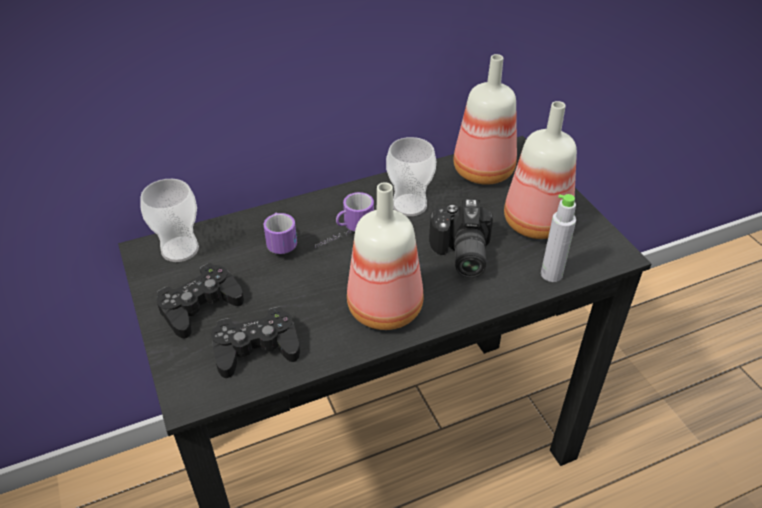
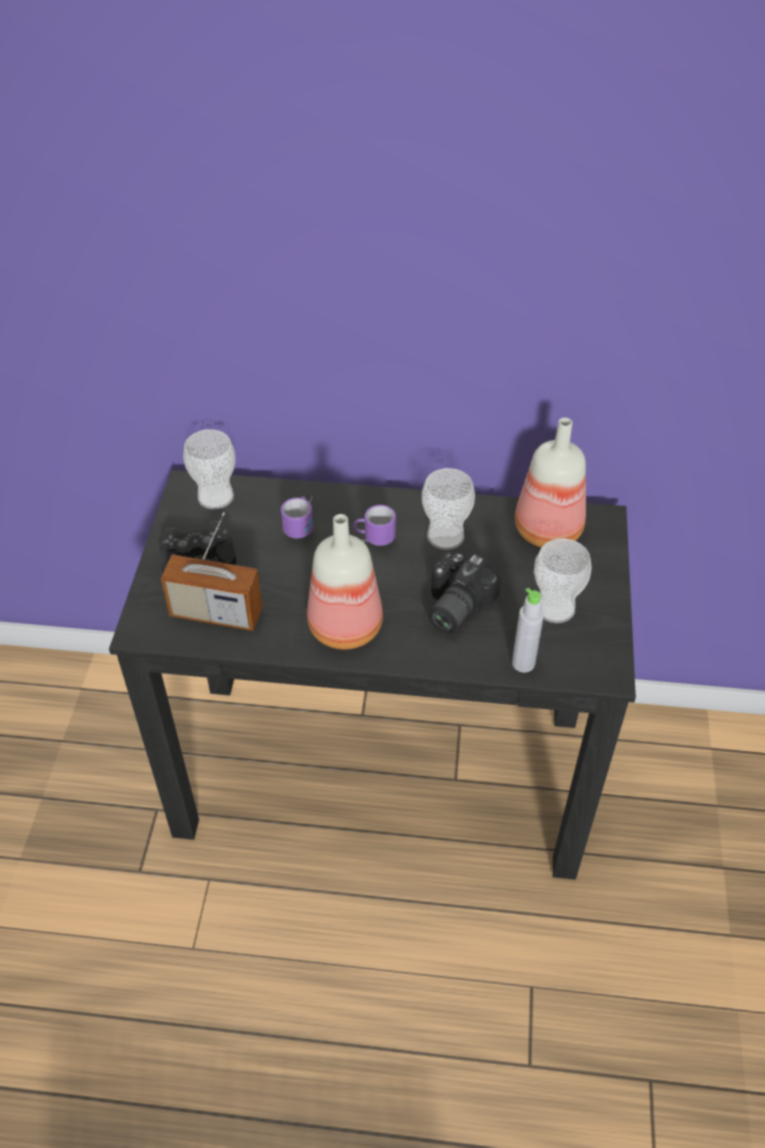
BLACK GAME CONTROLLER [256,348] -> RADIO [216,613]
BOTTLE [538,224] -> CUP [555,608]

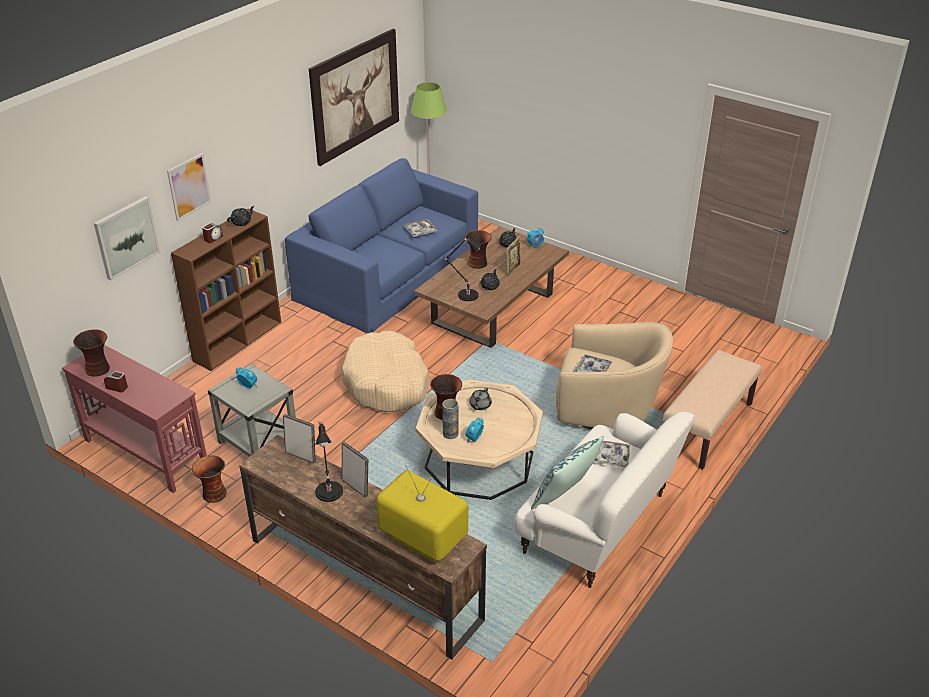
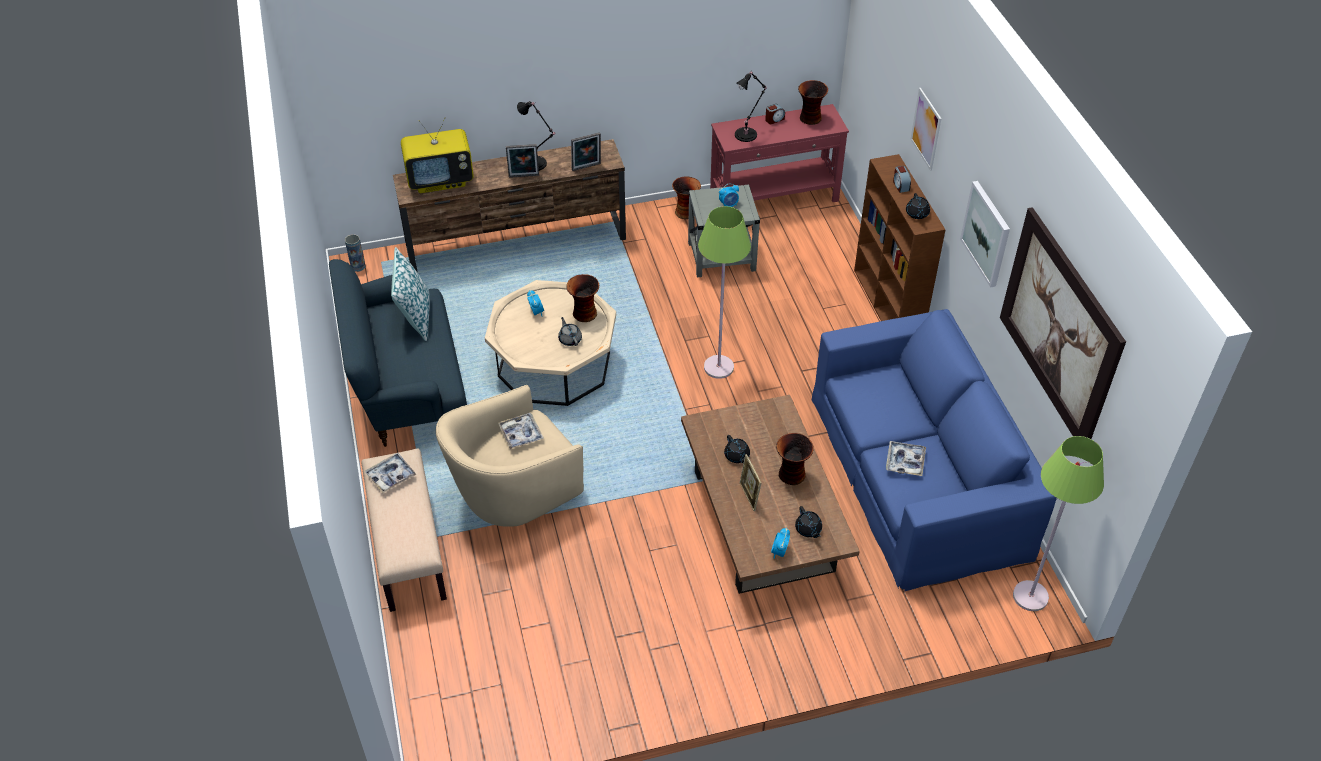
PICTURE [126,237] -> PICTURE [986,233], shifted
VASE [450,434] -> VASE [358,266], shifted
BLACK TABLE LAMP [466,295] -> BLACK TABLE LAMP [747,134], shifted
TRAY [610,457] -> TRAY [391,476], shifted
BEIGE DOG BED [387,383] -> GREEN FLOOR LAMP [719,367]
WHITE SOFA [598,525] -> BLUE SOFA [408,386]

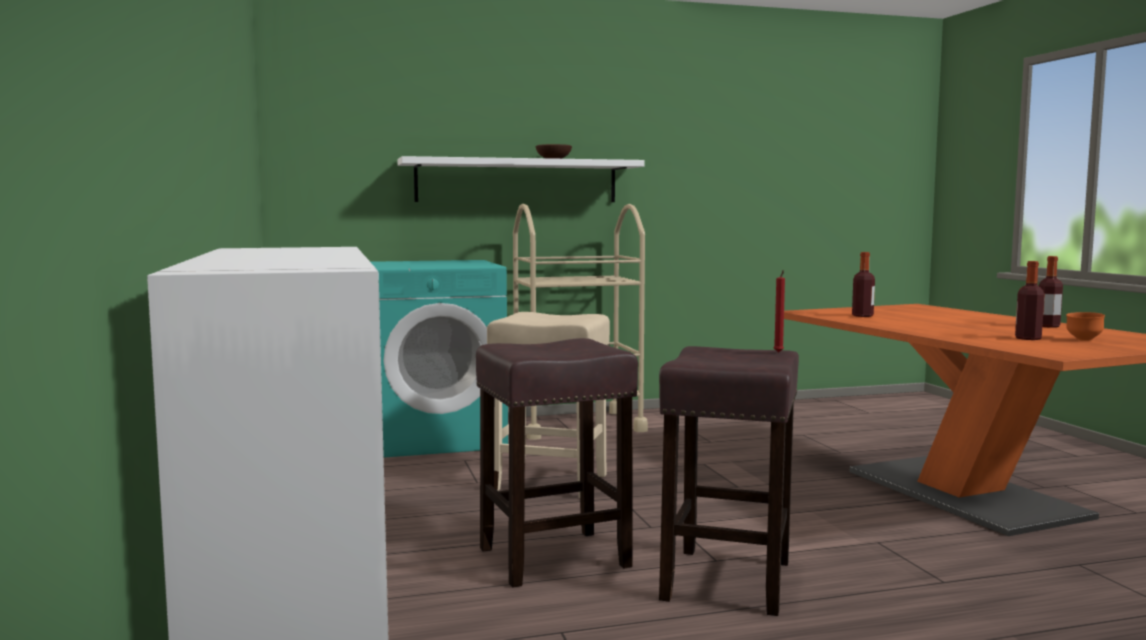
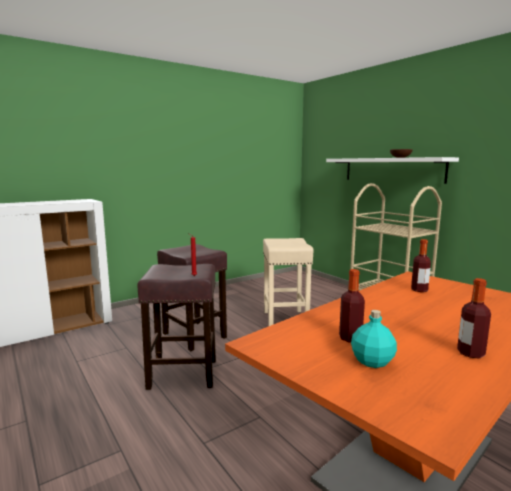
TURQUOISE WASHING MACHINE [436,438] -> none
ORANGE BOWL [1083,340] -> TURQUOISE BOTTLE [372,362]

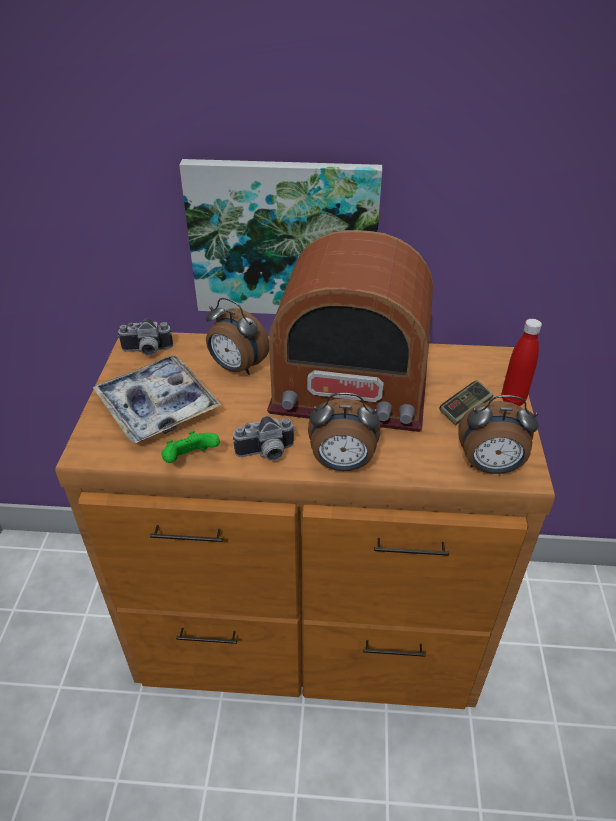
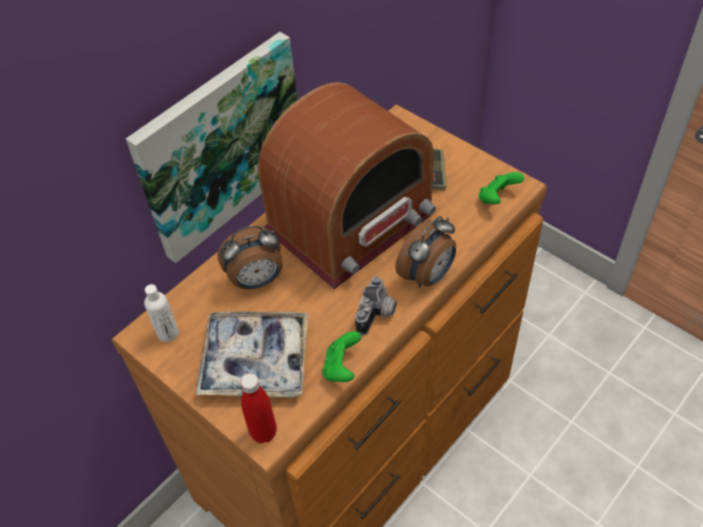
RED BOTTLE [513,400] -> RED BOTTLE [263,432], shifted
PHOTO CAMERA [147,351] -> WHITE BOTTLE [168,333]
ALARM CLOCK [490,466] -> GREEN GAME CONTROLLER [497,198]

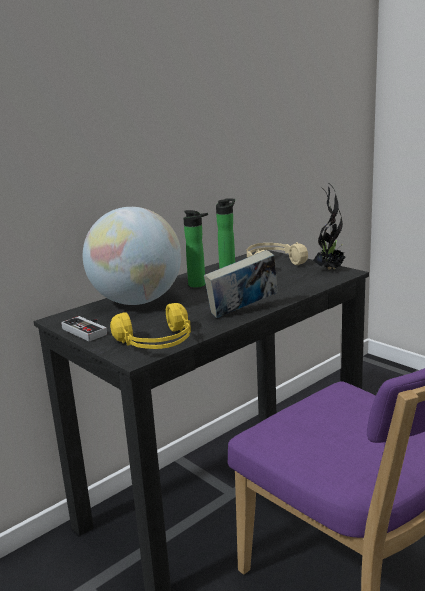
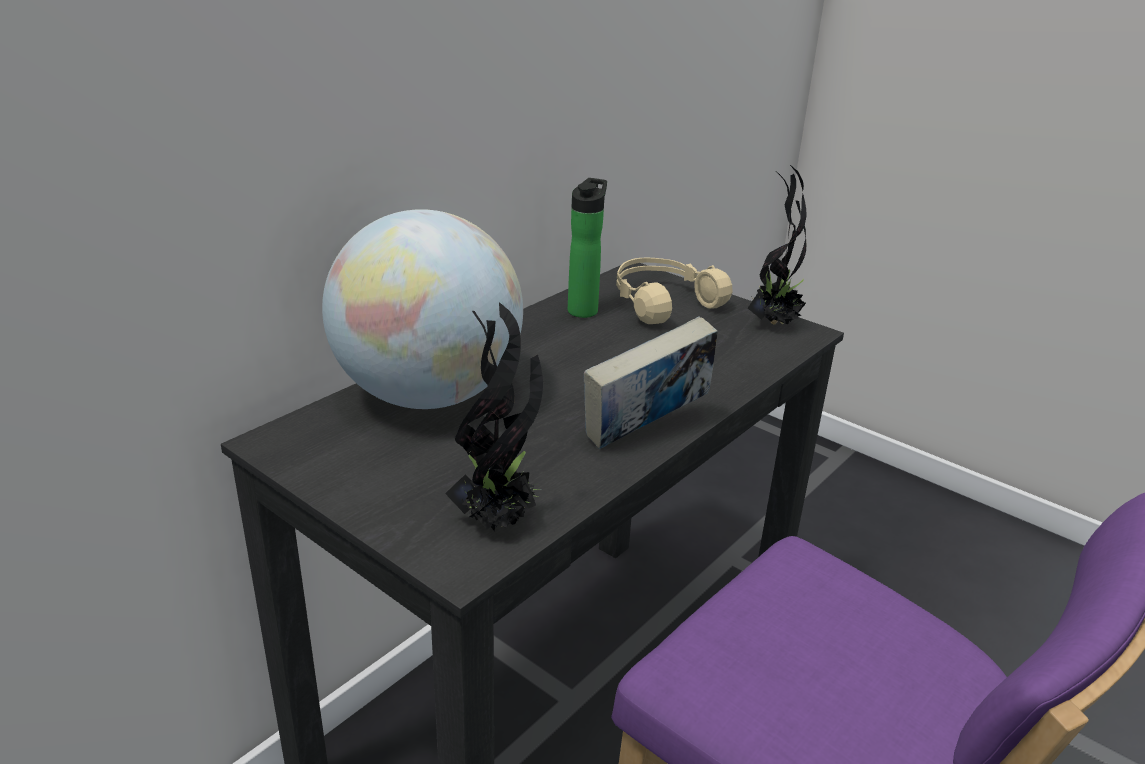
GAME CONTROLLER [88,330] -> none
BOTTLE [199,285] -> none
YELLOW HEADPHONES [157,343] -> POTTED PLANT [499,520]

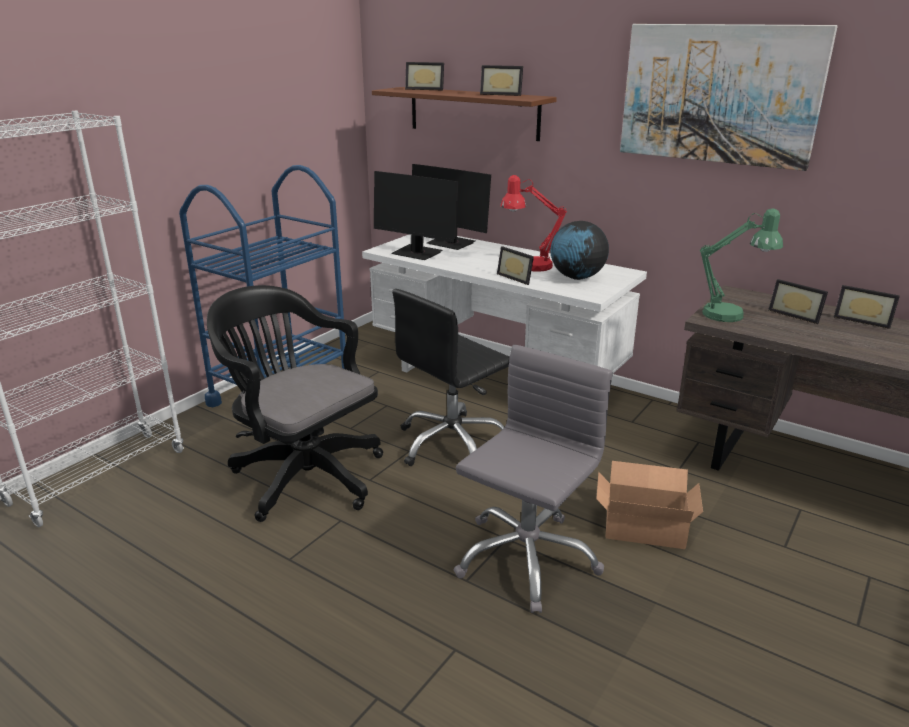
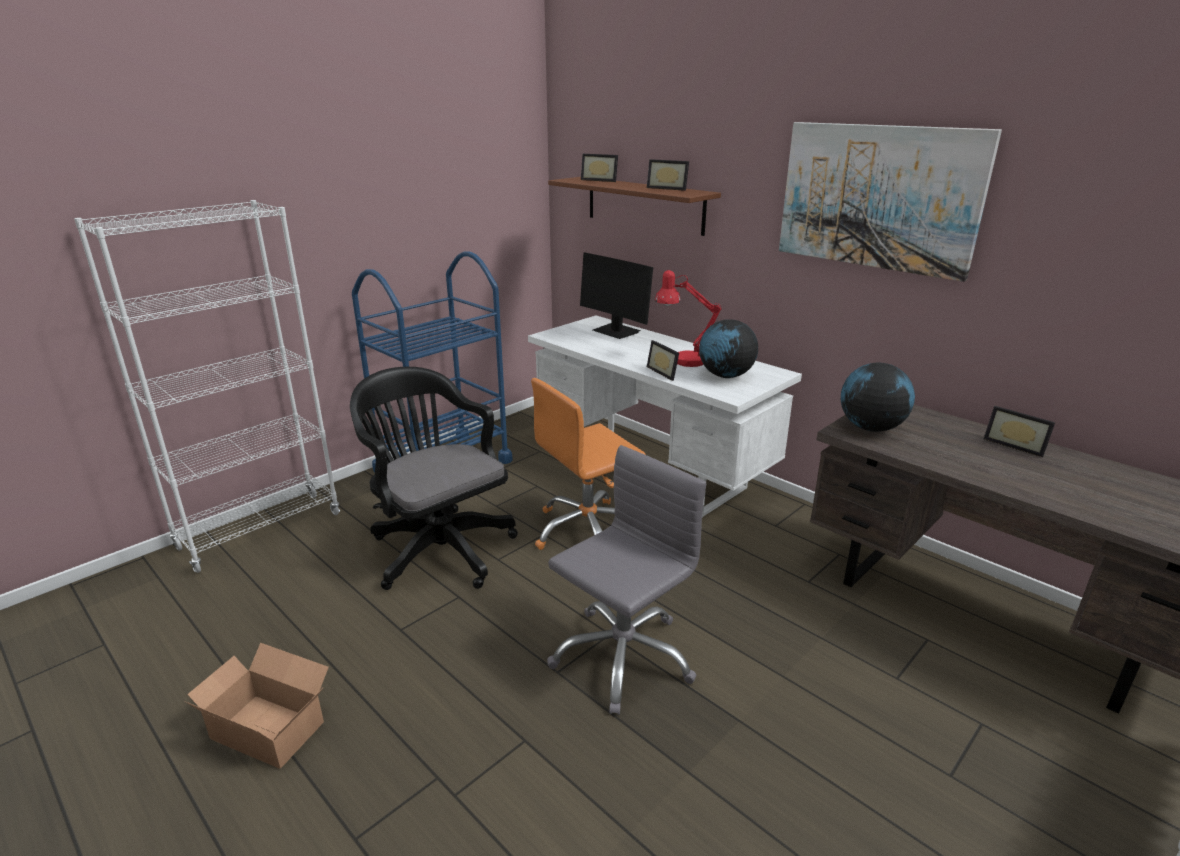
MONITOR [417,253] -> none
PICTURE FRAME [796,315] -> none
CARDBOARD BOX [642,525] -> CARDBOARD BOX [269,726], shifted
GREEN TABLE LAMP [731,315] -> GLOBE [870,428]
BLACK OFFICE CHAIR [452,443] -> ORANGE OFFICE CHAIR [587,531]

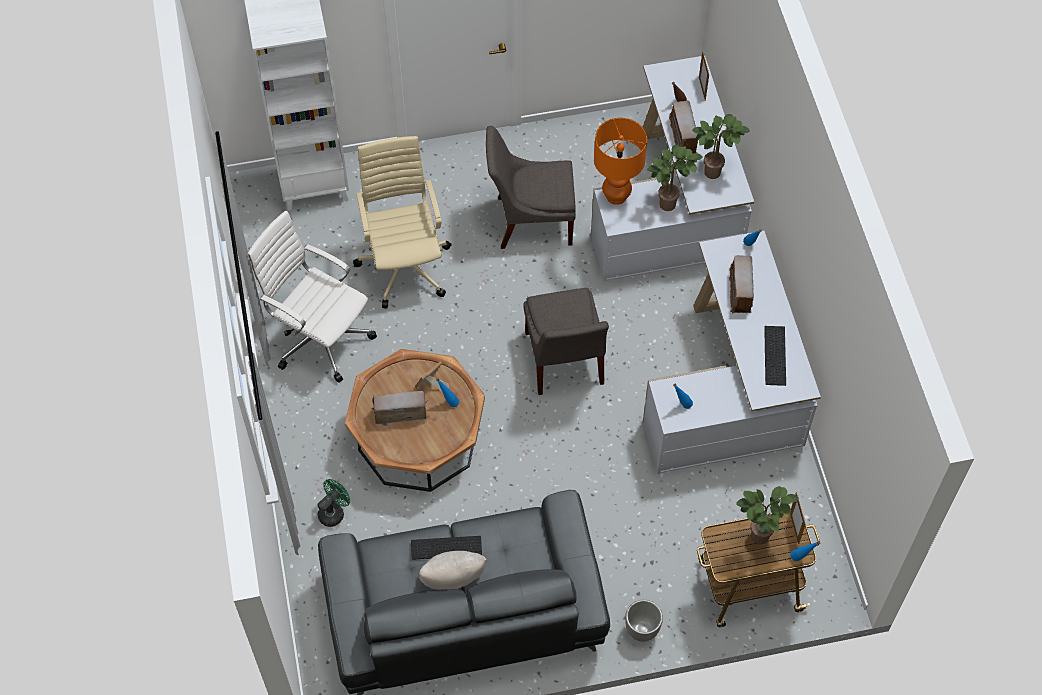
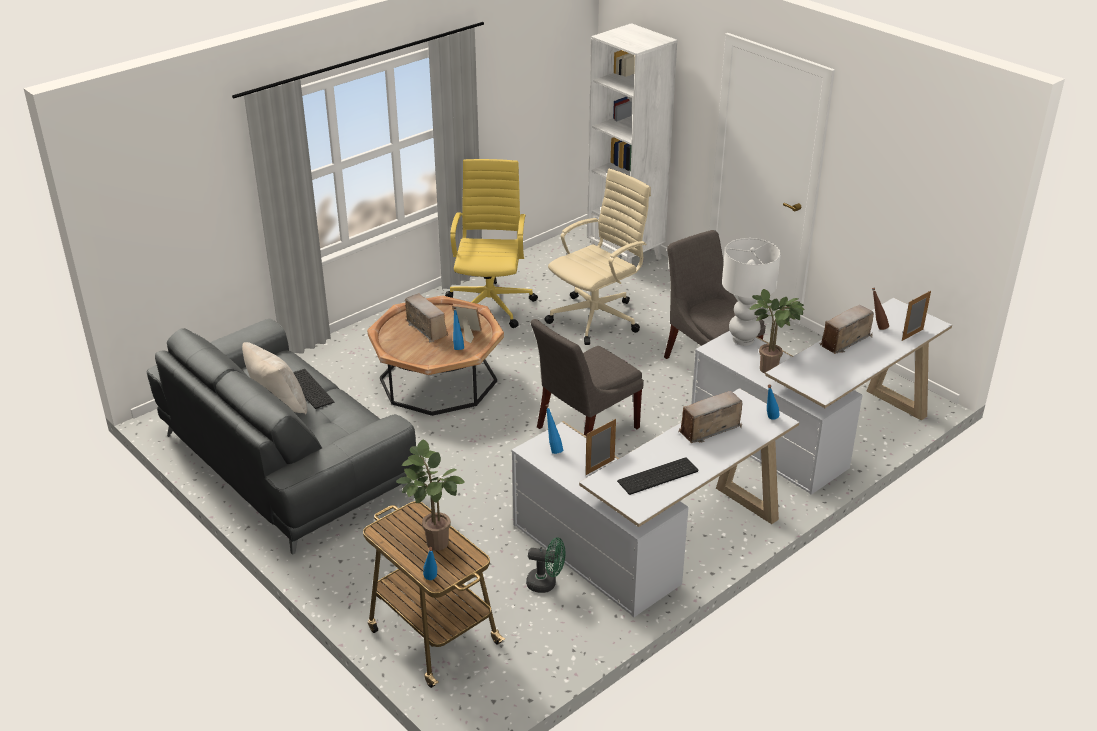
PLANTER [641,630] -> none
POTTED PLANT [714,170] -> none
GREEN FAN [334,512] -> GREEN FAN [546,583], shifted
PICTURE FRAME [794,528] -> PICTURE FRAME [600,467], shifted
WHITE OFFICE CHAIR [319,337] -> YELLOW OFFICE CHAIR [491,304]
ORANGE TABLE LAMP [616,196] -> WHITE TABLE LAMP [743,339]

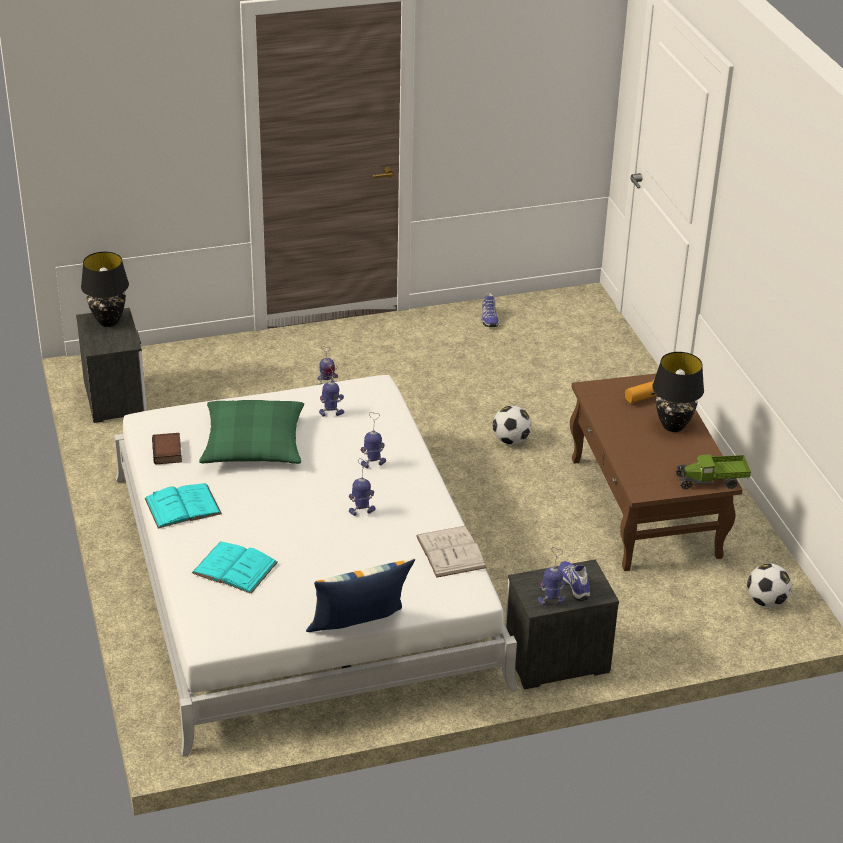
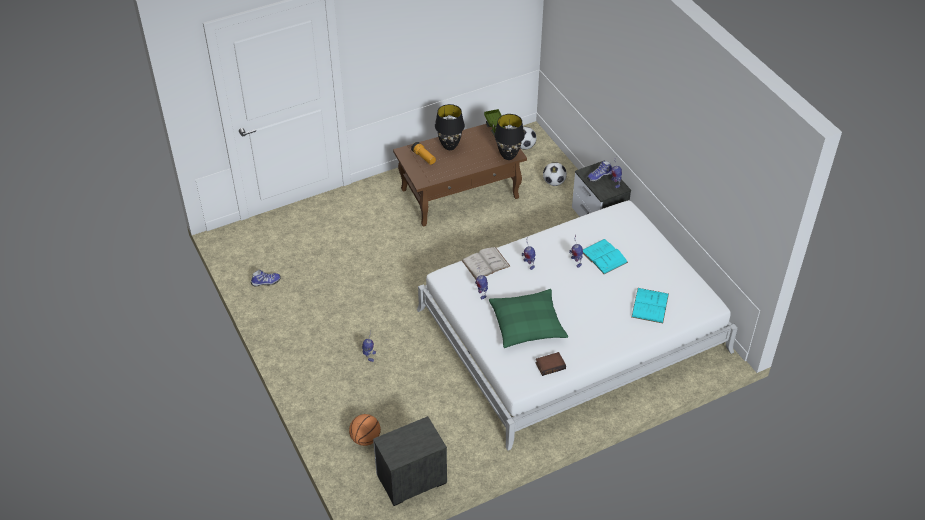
PILLOW [359,630] -> none
none -> BASKETBALL [365,439]
BLACK TABLE LAMP [108,321] -> BLACK TABLE LAMP [508,156], shifted
TURQUOISE BOOK [182,506] -> TURQUOISE BOOK [604,256], shifted
WHITE BOOK [450,551] -> WHITE BOOK [485,263], shifted
FOOTBALL [511,440] -> FOOTBALL [554,182], shifted

